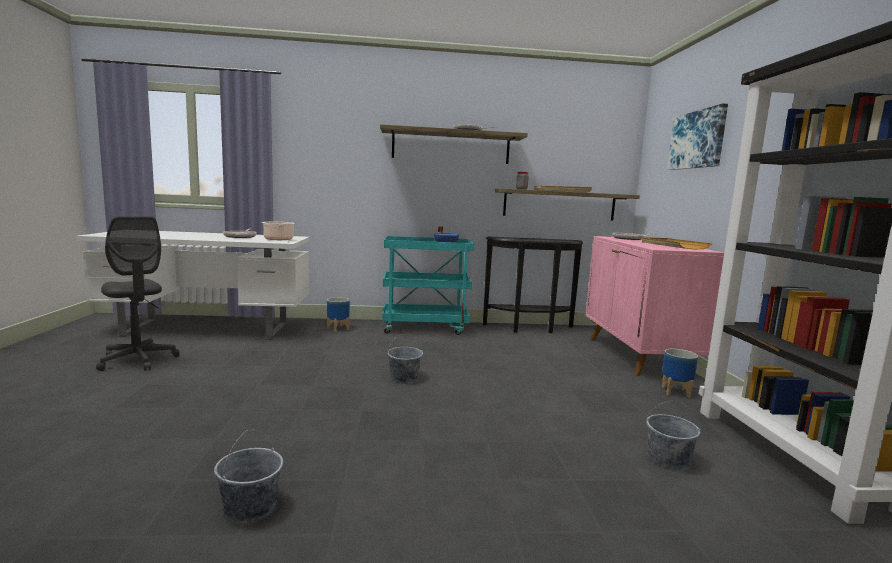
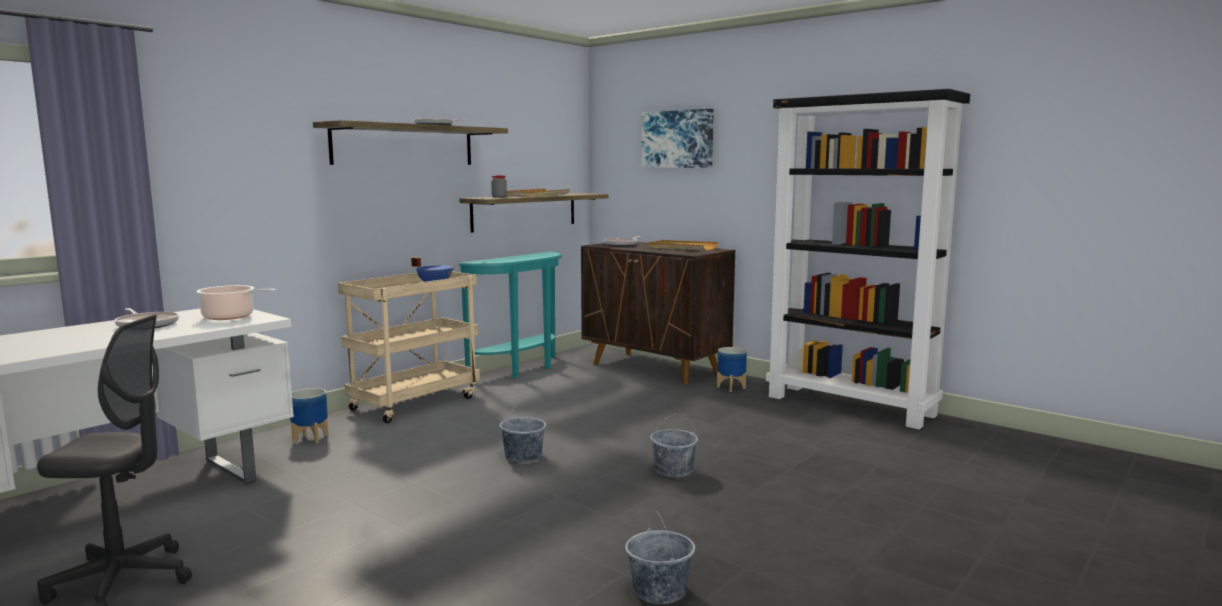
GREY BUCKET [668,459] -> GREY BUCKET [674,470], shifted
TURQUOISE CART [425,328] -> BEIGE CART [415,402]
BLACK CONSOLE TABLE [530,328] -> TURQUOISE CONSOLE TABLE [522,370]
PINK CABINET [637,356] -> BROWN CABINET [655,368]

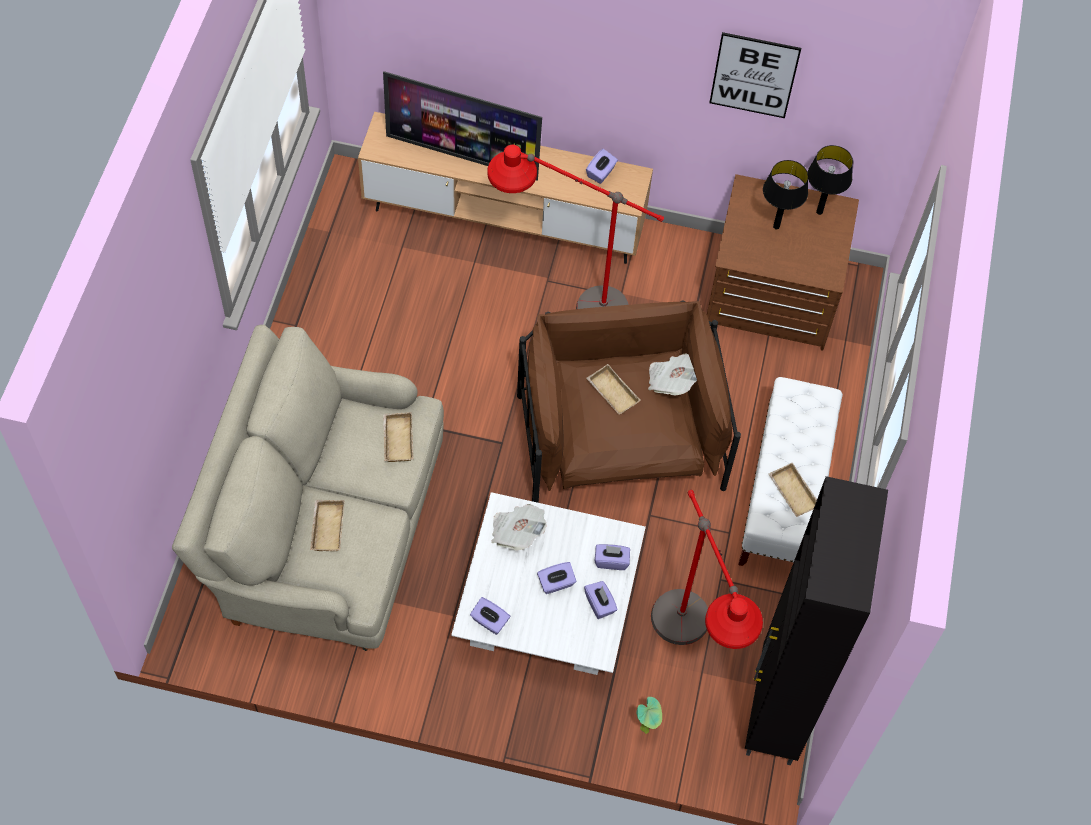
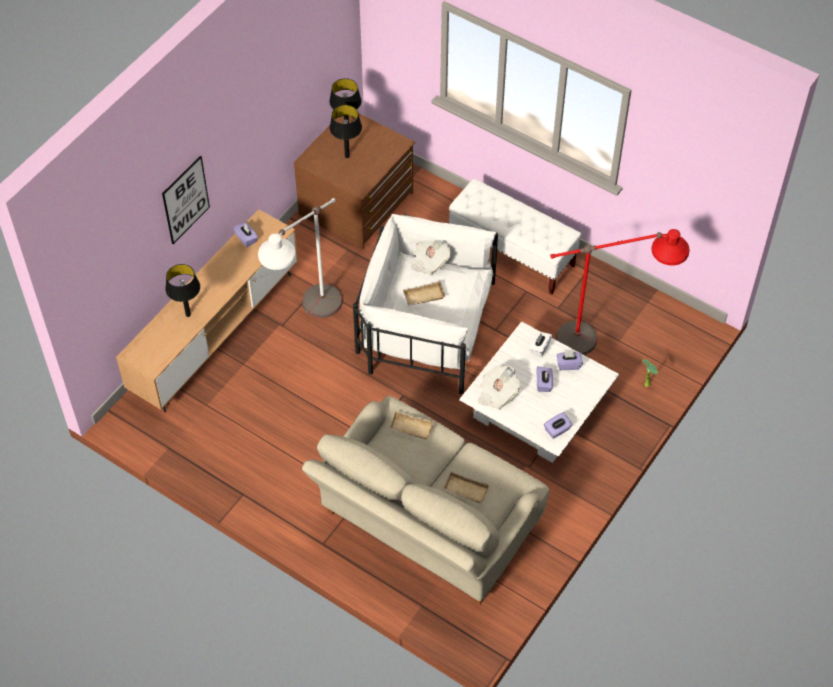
BLACK CABINET [775,711] -> none
BEIGE TRAY [791,492] -> none
PICTURE [754,75] -> PICTURE [185,200], shifted
TELEVISION [463,156] -> BLACK TABLE LAMP [188,314]
RED FLOOR LAMP [564,306] -> WHITE FLOOR LAMP [308,322]
BROWN ARMCHAIR [619,432] -> WHITE ARMCHAIR [425,325]
PURPLE TISSUE BOX [611,561] -> WHITE TISSUE BOX [539,348]

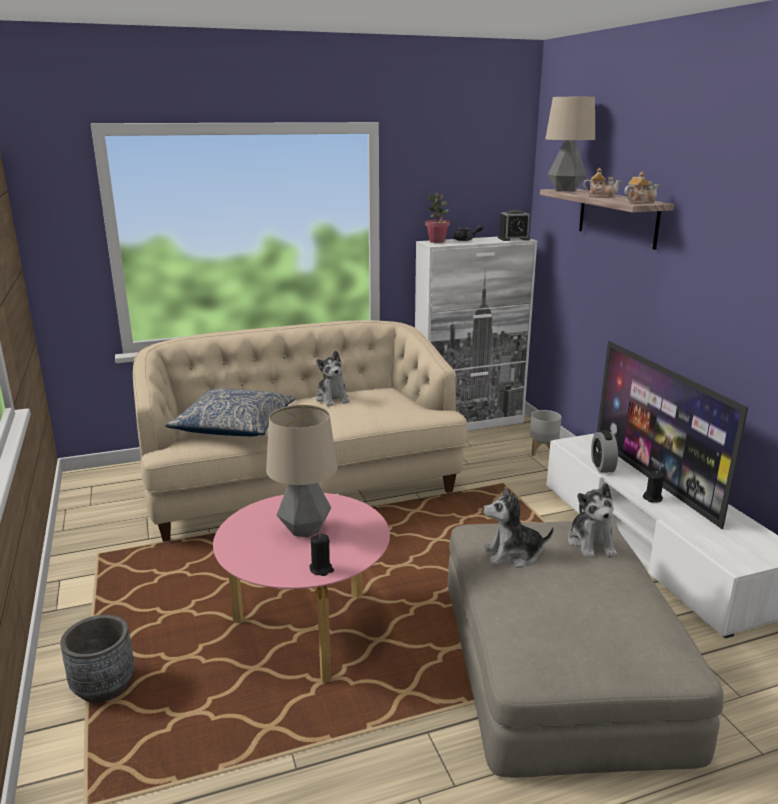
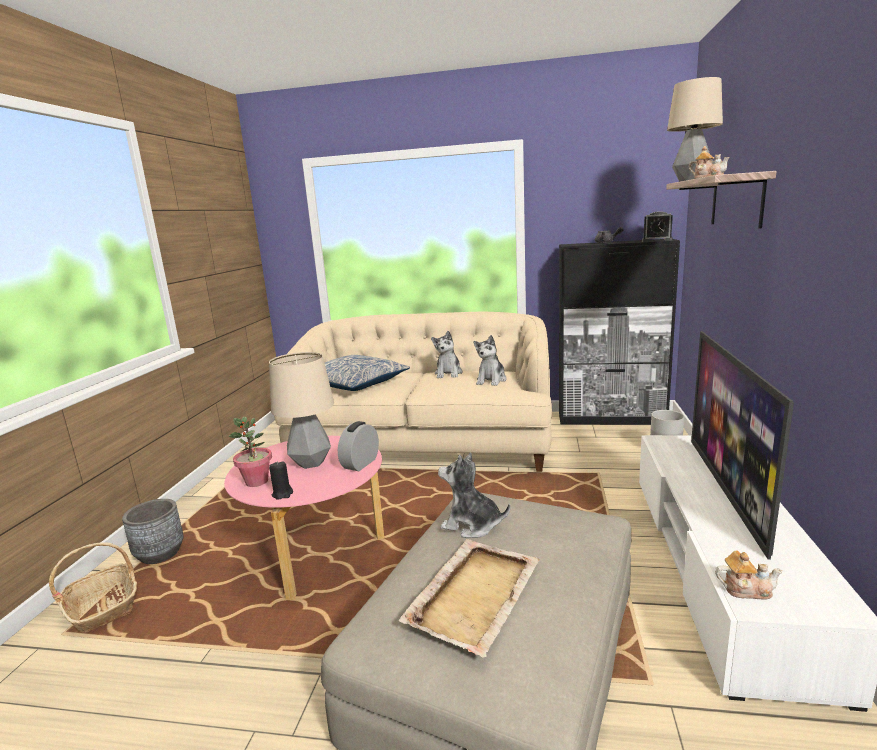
BLACK CANDLE [652,498] -> none
none -> BASKET [103,607]
none -> BEIGE TRAY [475,594]
POTTED PLANT [437,241] -> POTTED PLANT [257,481], shifted
PLUSH TOY [591,544] -> PLUSH TOY [491,380], shifted
ALARM CLOCK [602,466] -> ALARM CLOCK [360,463], shifted
TEAPOT [639,202] -> TEAPOT [745,589], shifted
WHITE CABINET [469,423] -> BLACK CABINET [611,418]

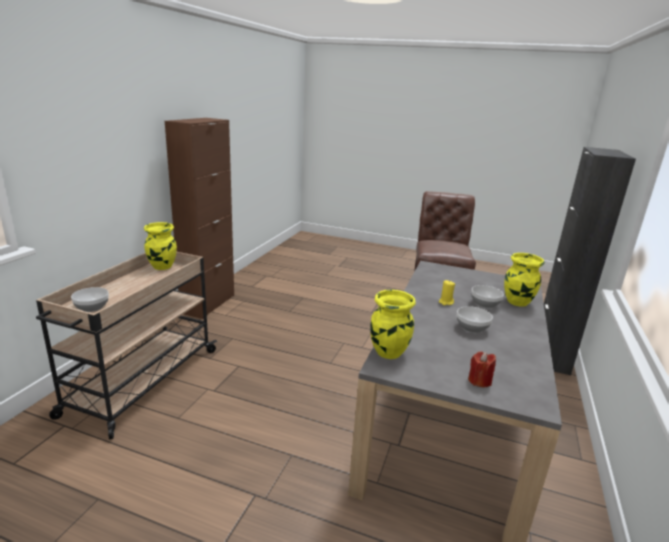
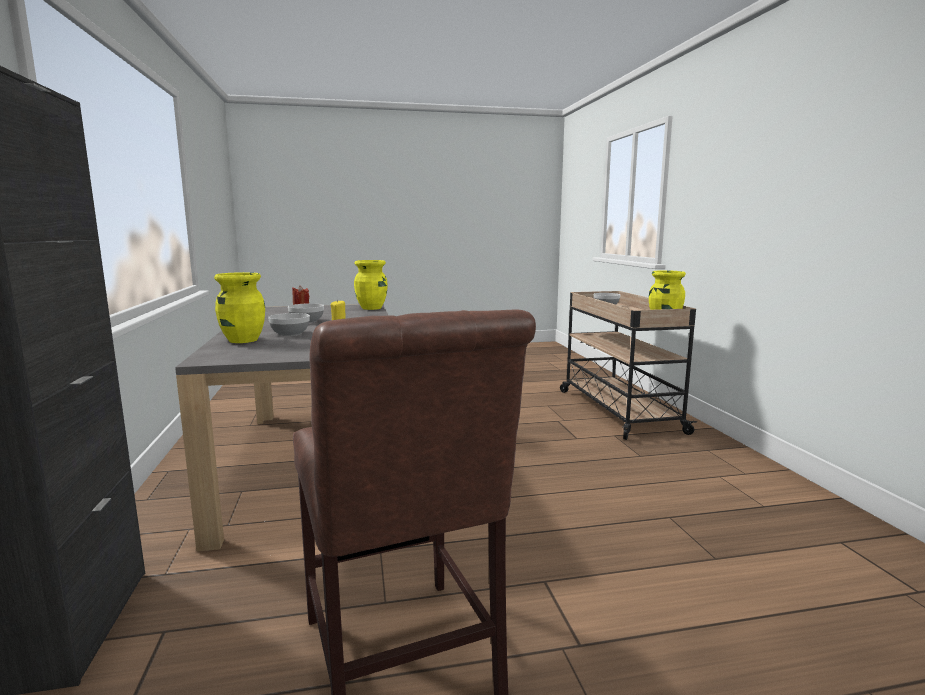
BROWN CABINET [208,304] -> none

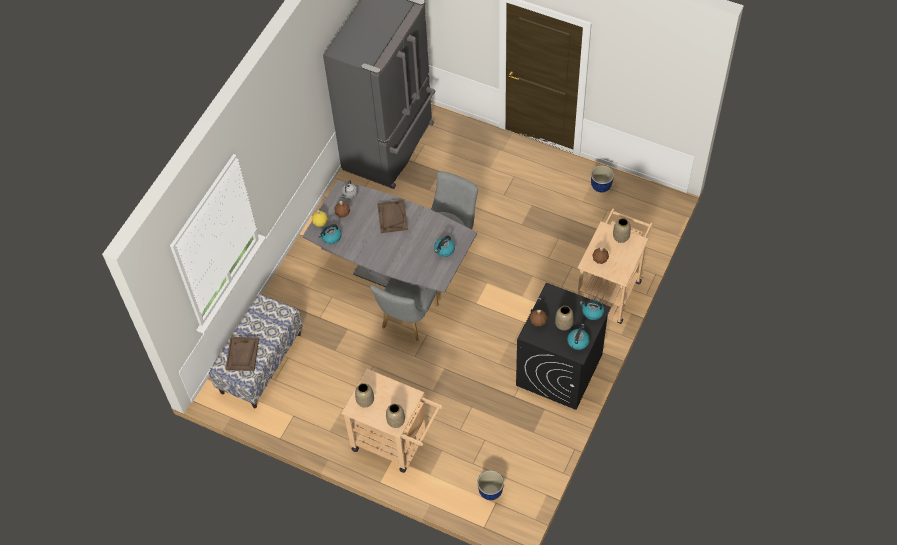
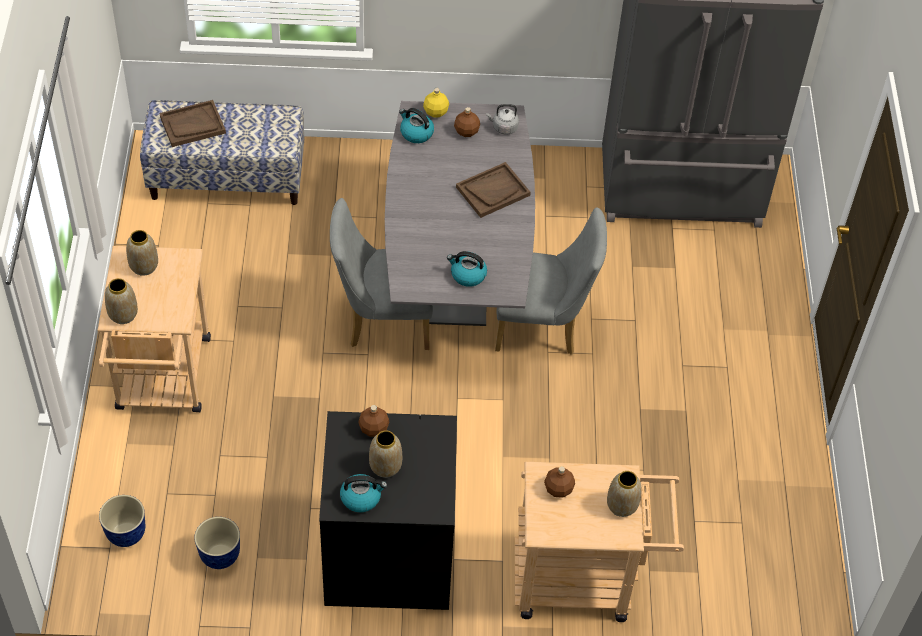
KETTLE [592,312] -> none
PLANTER [601,186] -> PLANTER [220,556], shifted

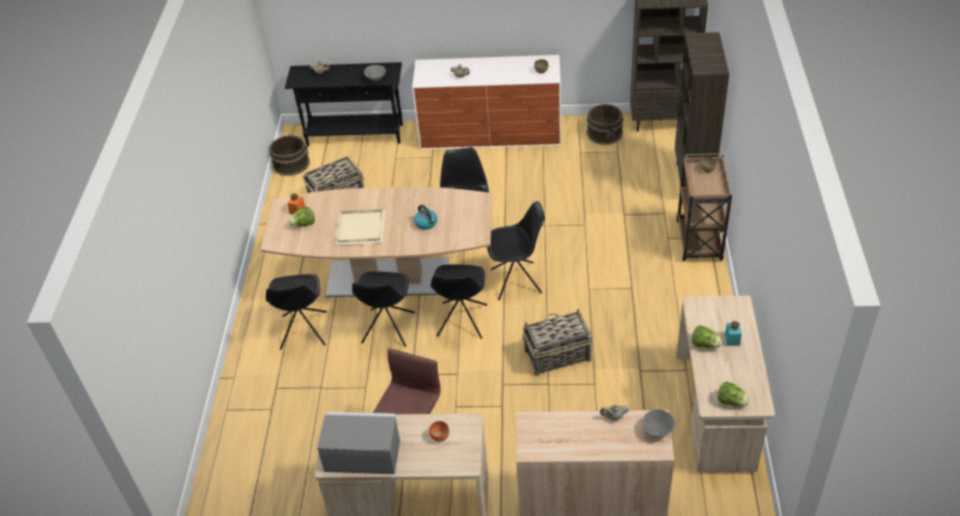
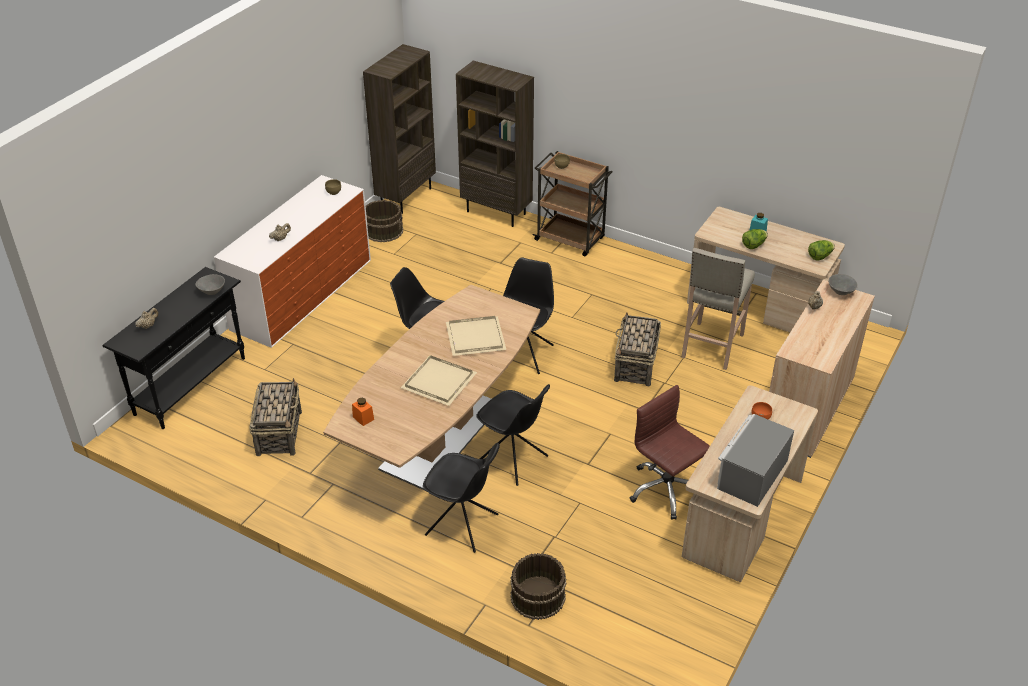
LETTUCE [304,224] -> none
BLACK CHAIR [461,321] -> none
none -> BEIGE STOOL [711,346]
BROWN BUCKET [291,163] -> BROWN BUCKET [537,596], shifted
KETTLE [426,223] -> BEIGE TRAY [474,337]

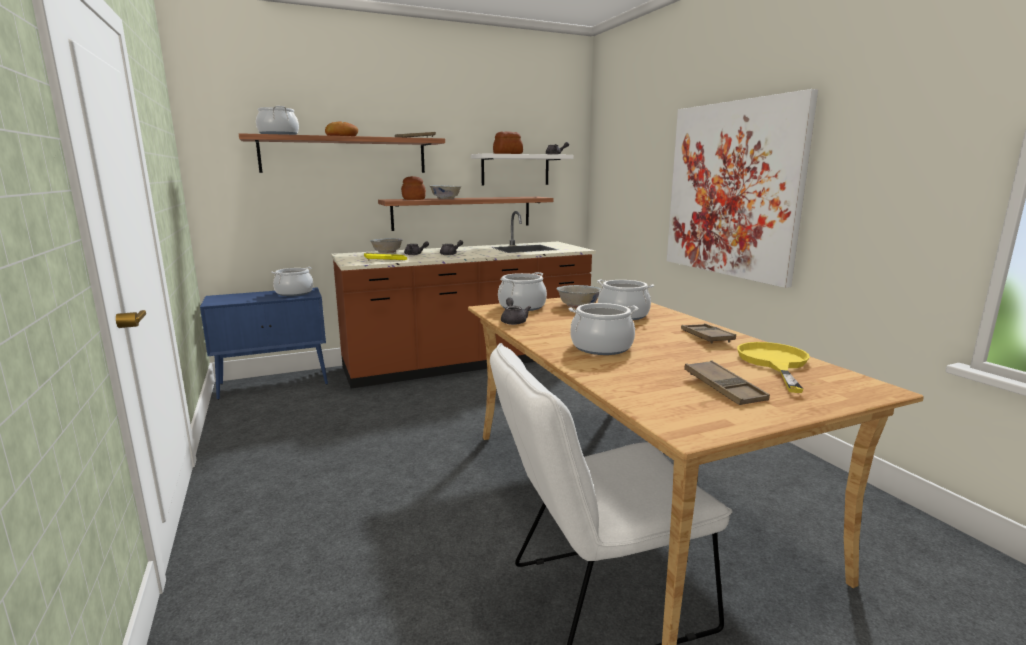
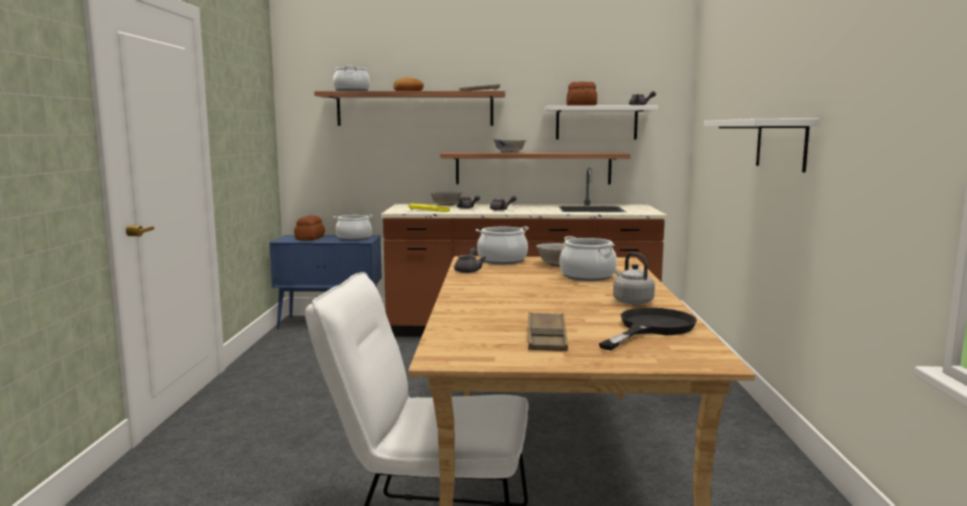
COOKING POT [601,347] -> none
BREAD [414,199] -> BREAD [310,238], shifted
PICTURE [732,190] -> WHITE SHELF [781,144]
BROWN TRAY [706,337] -> GREY KETTLE [631,301]
YELLOW FRYING PAN [774,363] -> BLACK FRYING PAN [650,328]

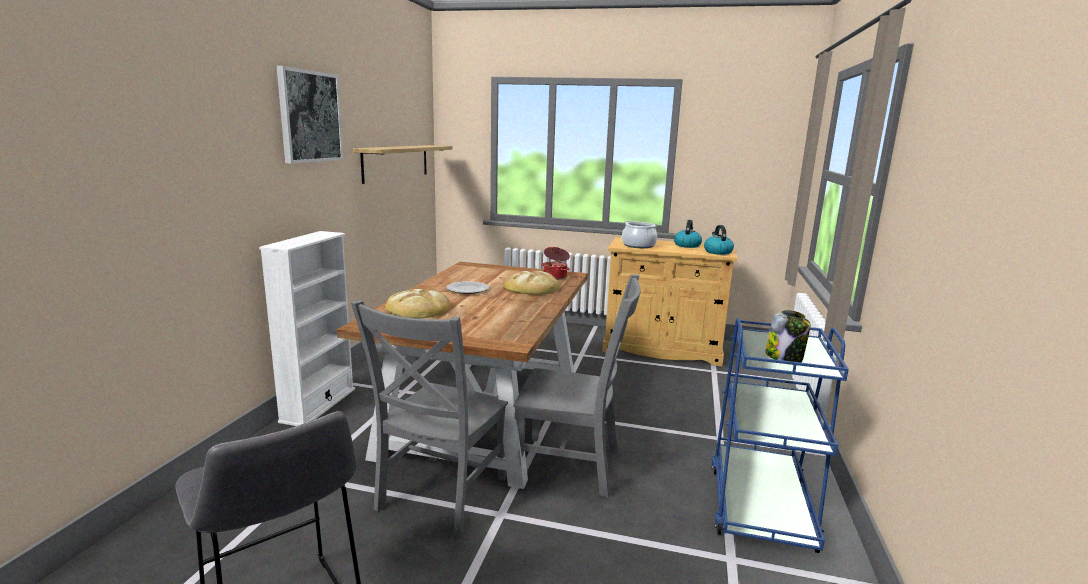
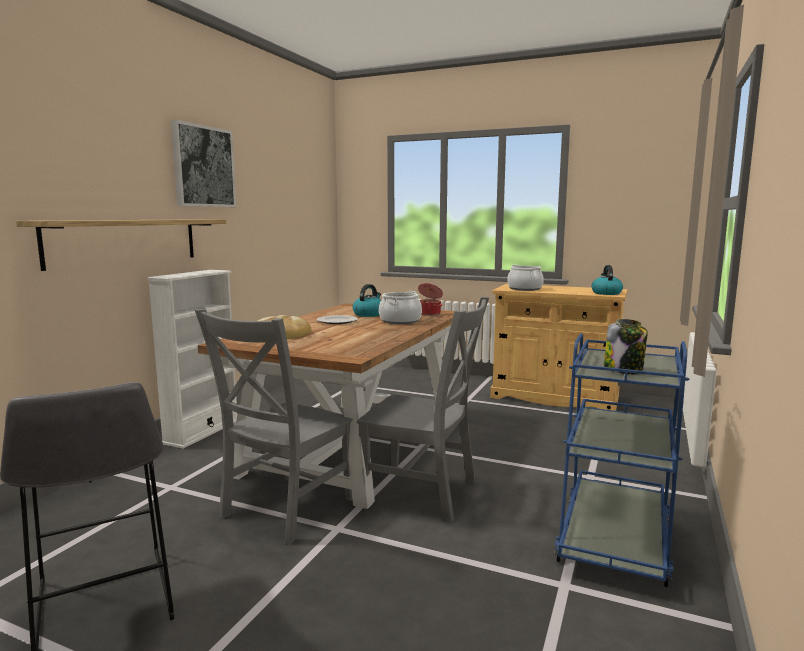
SHELF [396,162] -> SHELF [125,241], shifted
KETTLE [687,245] -> KETTLE [368,314], shifted
BREAD [532,288] -> COOKING POT [400,321]

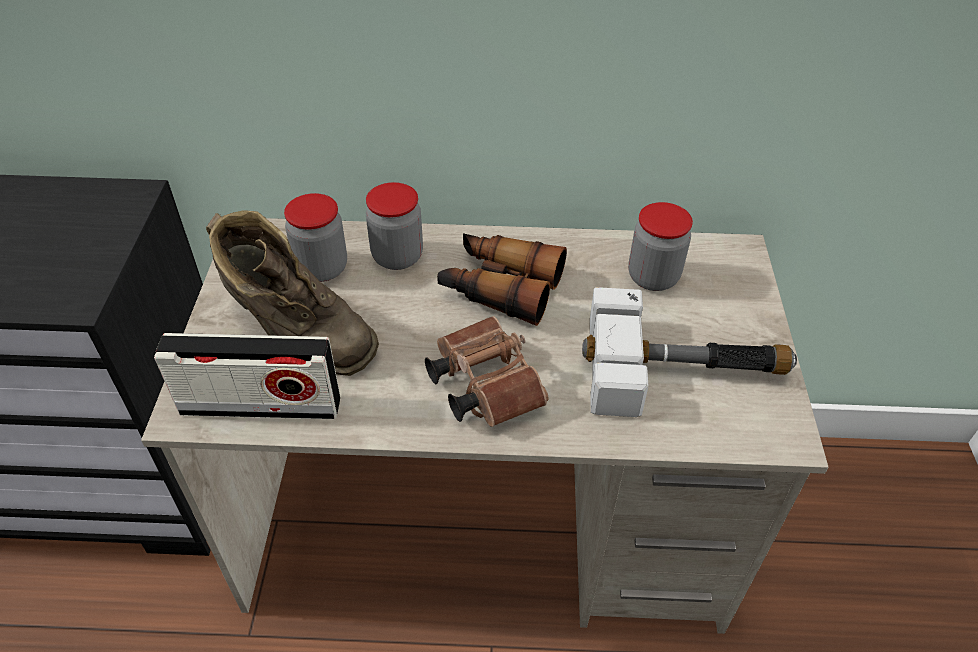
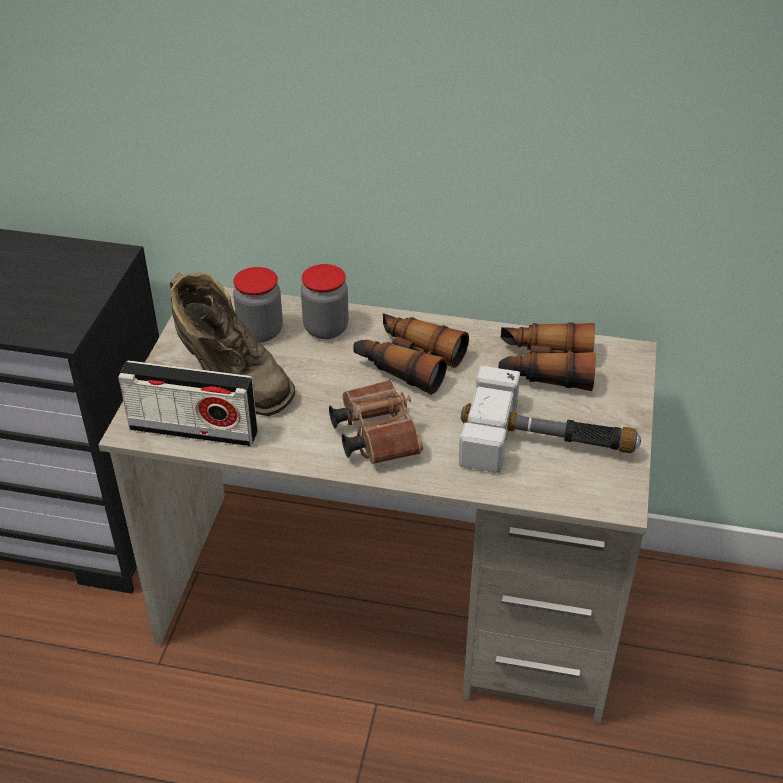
JAR [653,277] -> BINOCULARS [544,367]

